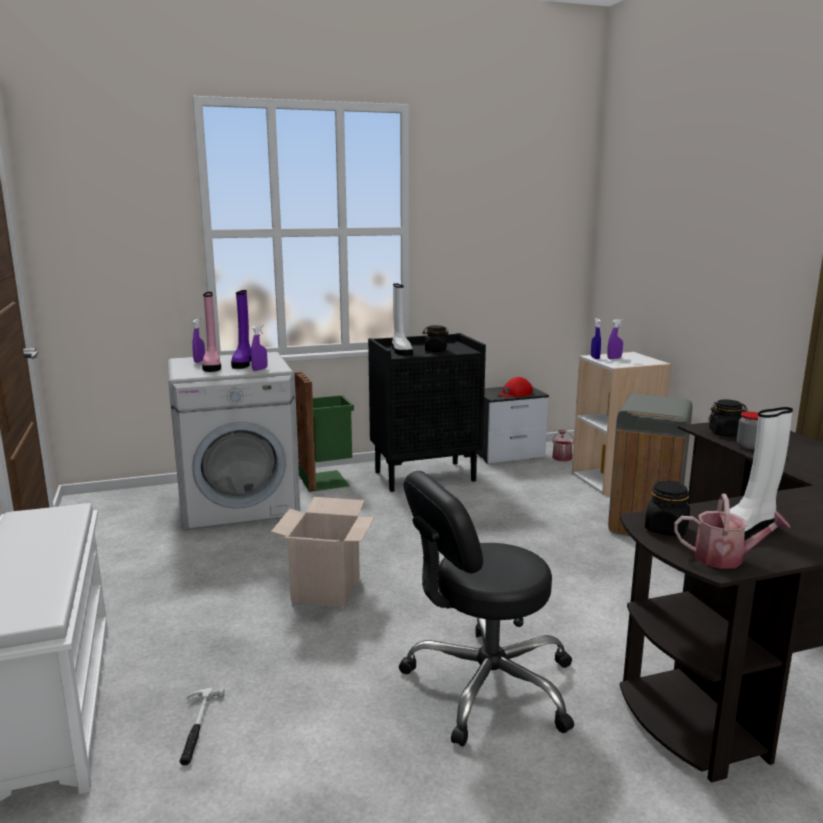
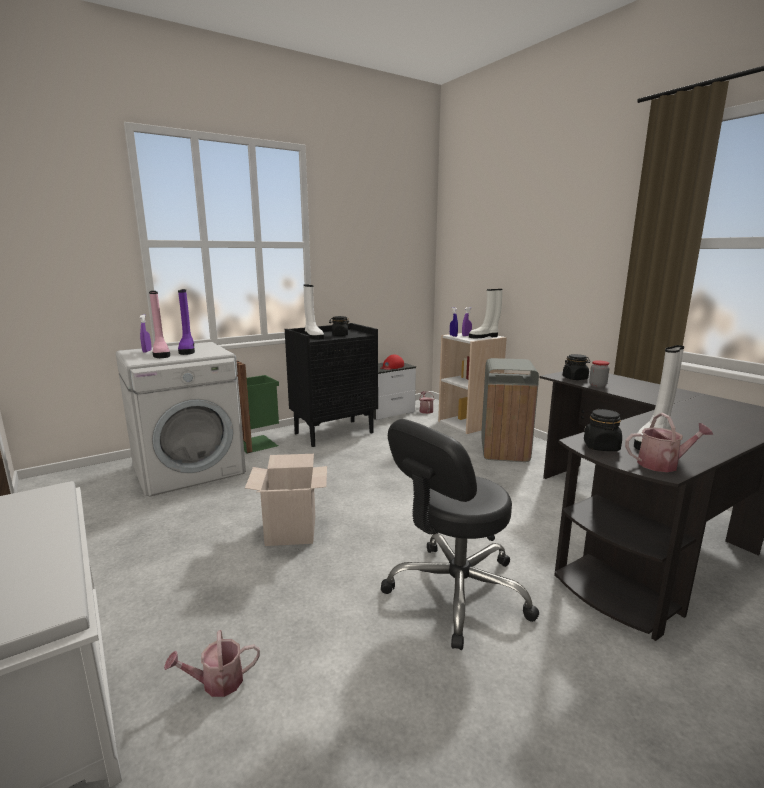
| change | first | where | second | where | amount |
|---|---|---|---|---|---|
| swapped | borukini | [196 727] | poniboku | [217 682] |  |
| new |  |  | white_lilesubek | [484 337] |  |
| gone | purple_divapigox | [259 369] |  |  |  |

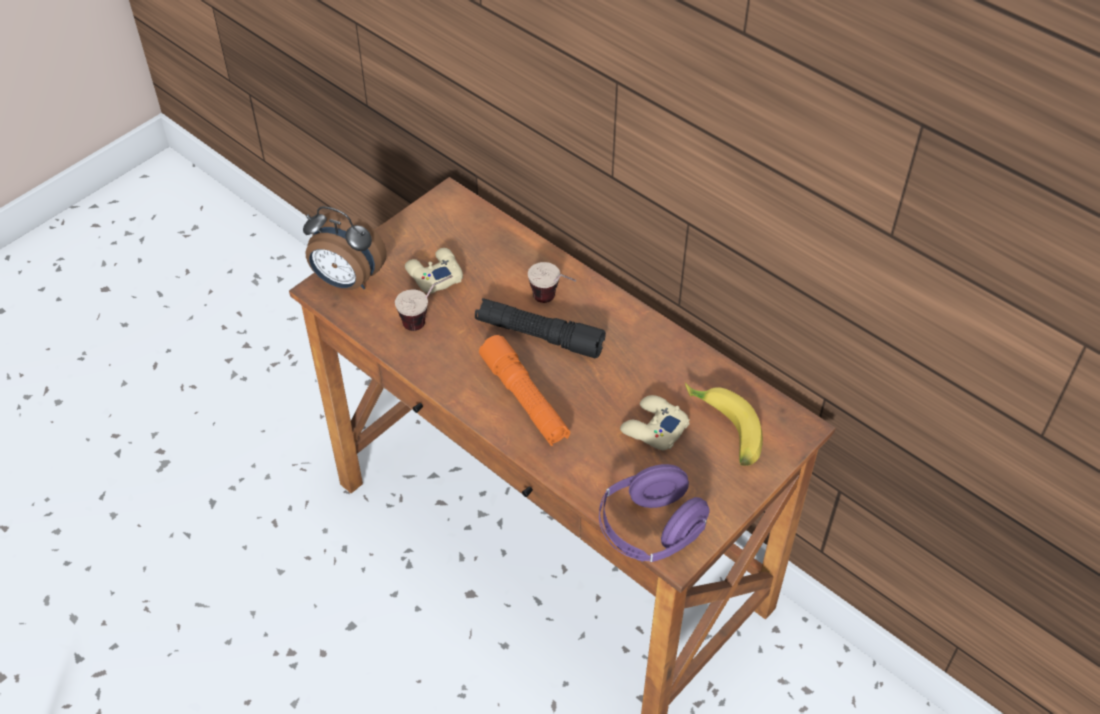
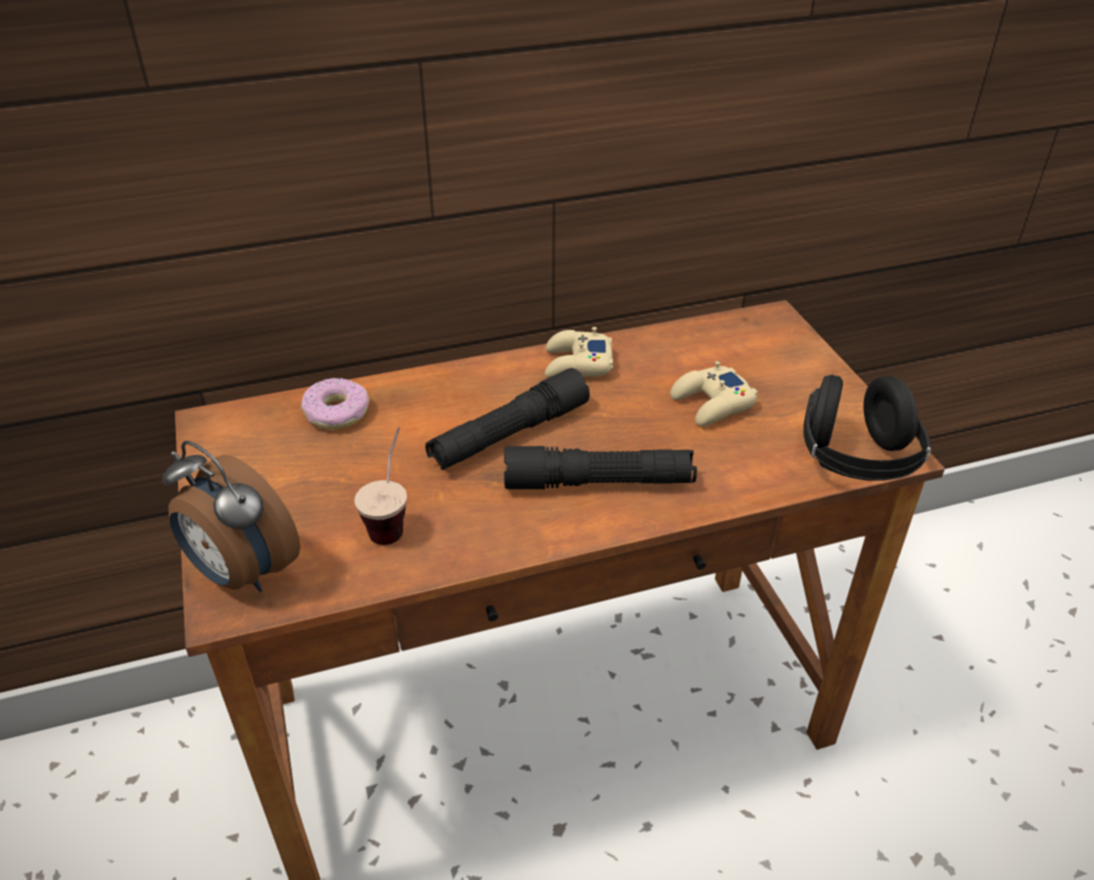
| change | first | where | second | where | amount |
|---|---|---|---|---|---|
| rotated | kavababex | [347 281] |  | [241 573] | 75 degrees clockwise |
| new |  |  | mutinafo | [337 412] |  |
| repainted | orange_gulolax | [525 400] | black_gulolax | [598 482] |  |
| shifted | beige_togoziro | [434 275] |  | [577 364] |  |
| repainted | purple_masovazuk | [650 530] | black_masovazuk | [855 459] |  |
| gone | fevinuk | [553 302] |  |  |  |
| gone | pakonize | [723 431] |  |  |  |

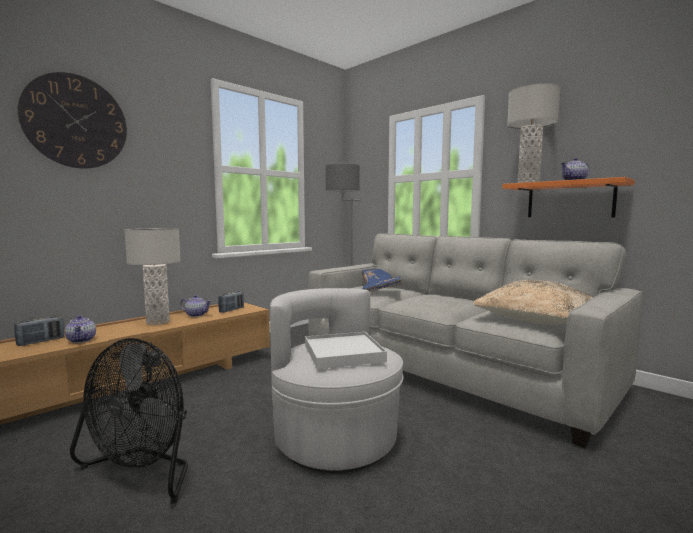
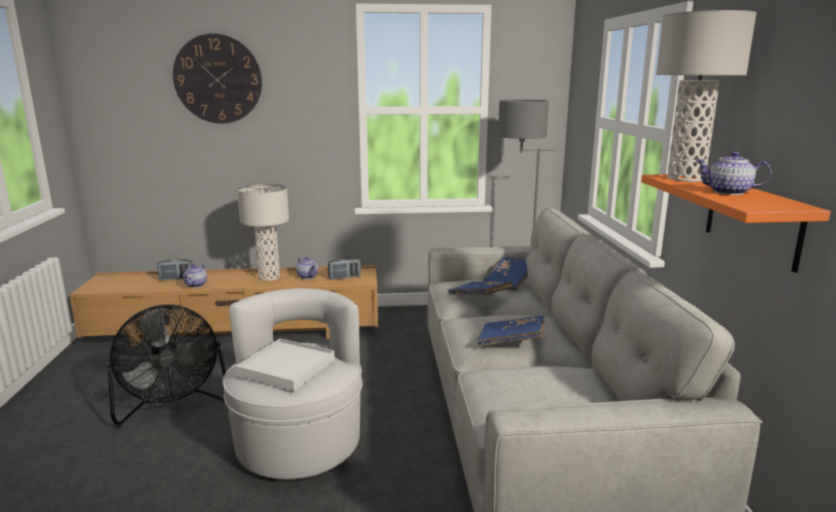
| change | first | where | second | where | amount |
|---|---|---|---|---|---|
| rotated | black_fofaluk | [145 467] |  | [168 405] | 90 degrees counterclockwise |
| new |  |  | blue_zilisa | [511 341] |  |
| gone | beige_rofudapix | [534 317] |  |  |  |

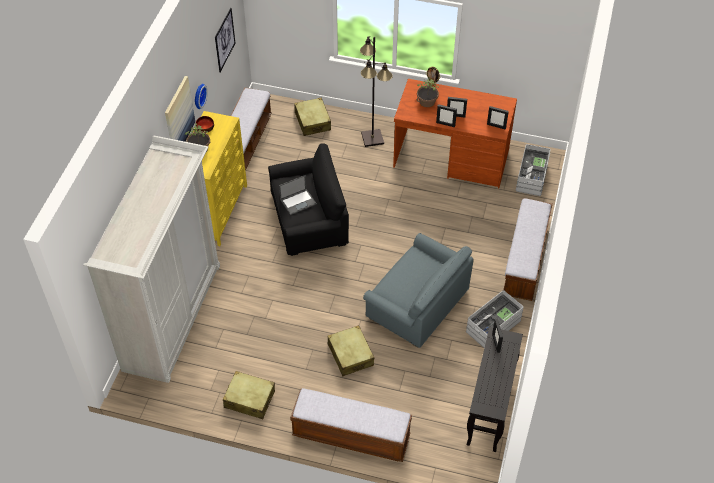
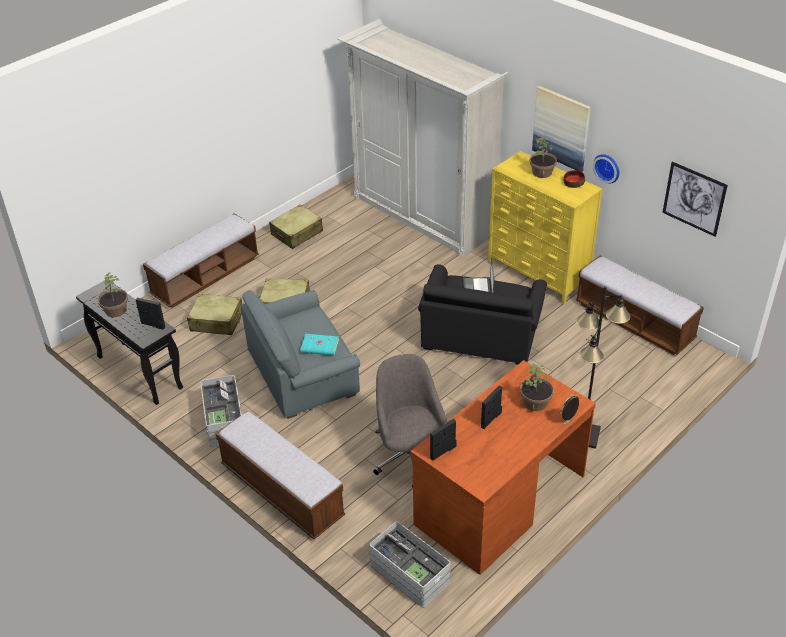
| change | first | where | second | where | amount |
|---|---|---|---|---|---|
| new |  |  | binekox | [115 310] |  |
| shifted | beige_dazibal | [312 121] |  | [217 321] |  |
| new |  |  | turquoise_zilisa | [319 347] |  |
| new |  |  | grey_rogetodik | [410 459] |  |
| gone | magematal | [445 124] |  |  |  |

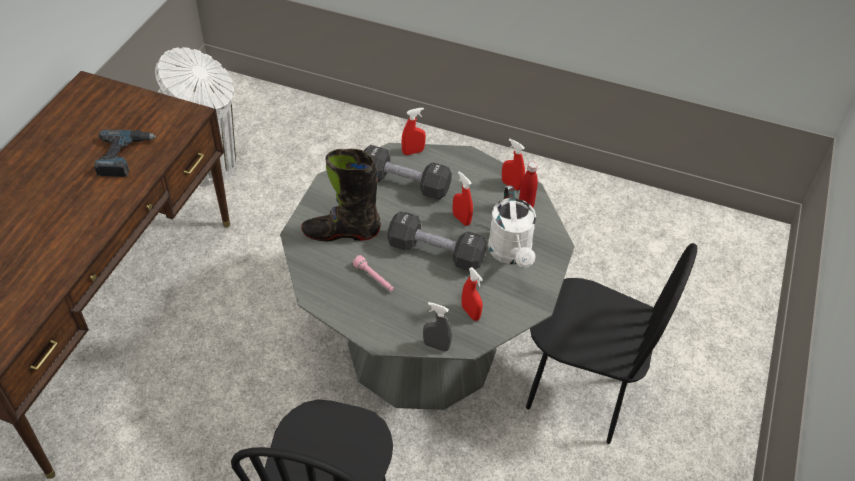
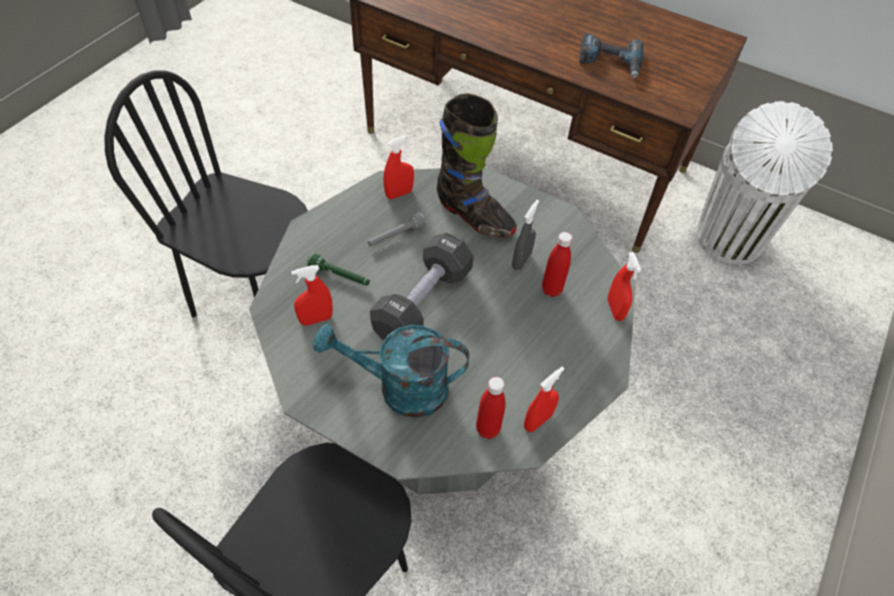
| change | first | where | second | where | amount |
|---|---|---|---|---|---|
| new |  |  | green_gulolax | [340 276] |  |
| repainted | white_poniboku | [511 254] | turquoise_poniboku | [400 388] |  |
| repainted | pink_gulolax | [374 278] | grey_gulolax | [396 236] |  |
| shifted | red_divapigox | [461 219] |  | [399 194] |  |
| rotated | black_lilesubek | [341 232] |  | [474 216] | 120 degrees clockwise |
| shifted | grey_divapigox | [436 346] |  | [521 261] |  |
| swapped | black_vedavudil | [404 184] | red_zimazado | [551 289] |  |

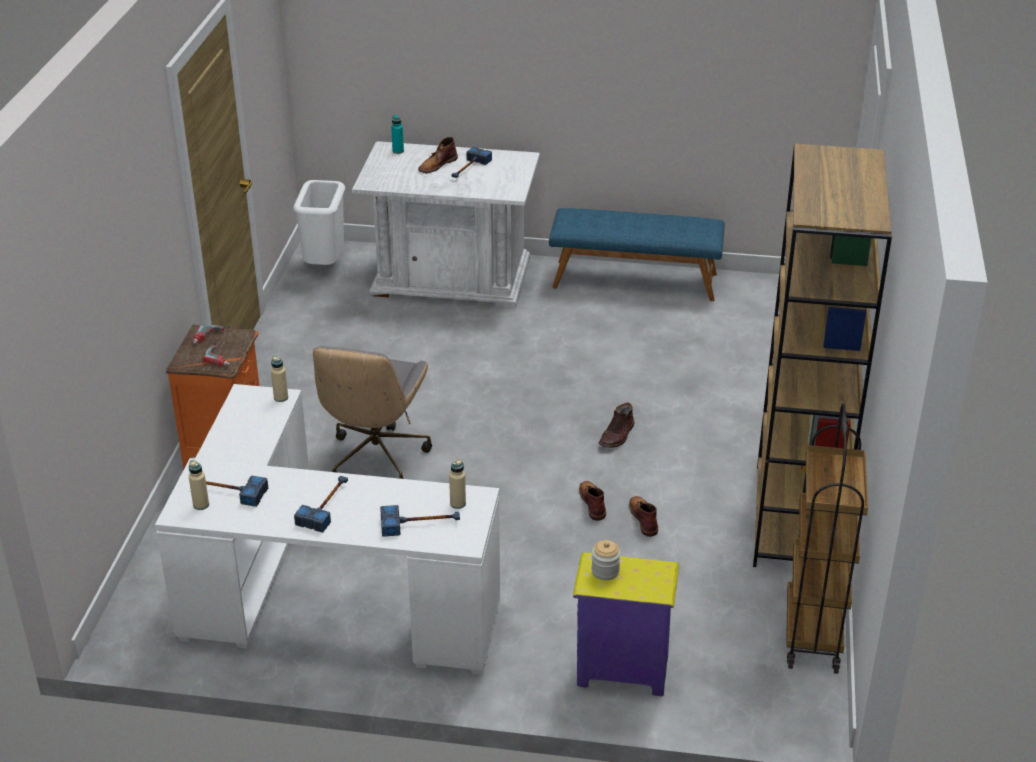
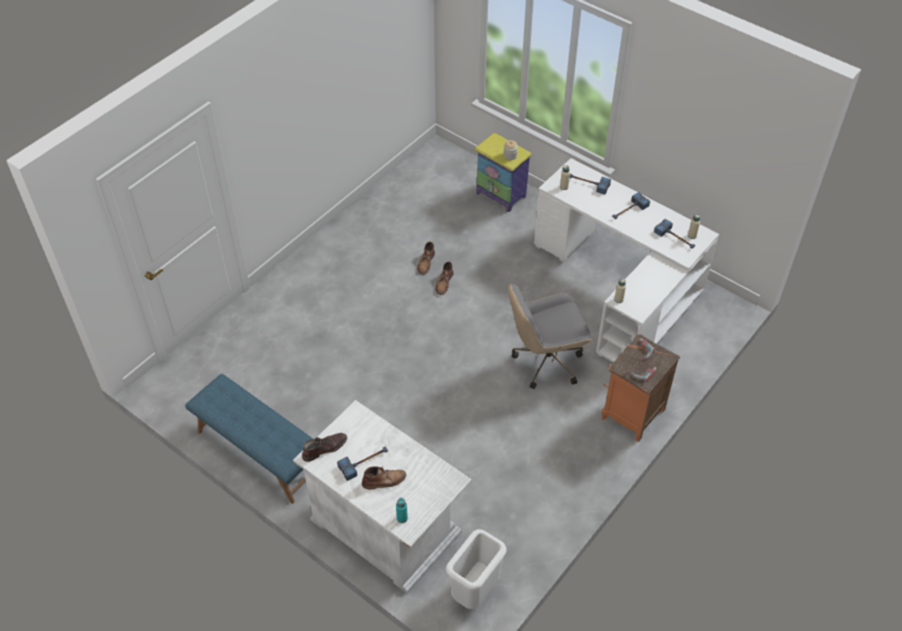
| change | first | where | second | where | amount |
|---|---|---|---|---|---|
| shifted | brown_lilesubek | [617 435] |  | [324 448] |  |
| rotated | grey_rogetodik | [375 461] |  | [545 364] | 150 degrees counterclockwise |
| gone | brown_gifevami | [796 519] |  |  |  |
| gone | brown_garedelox | [813 634] |  |  |  |

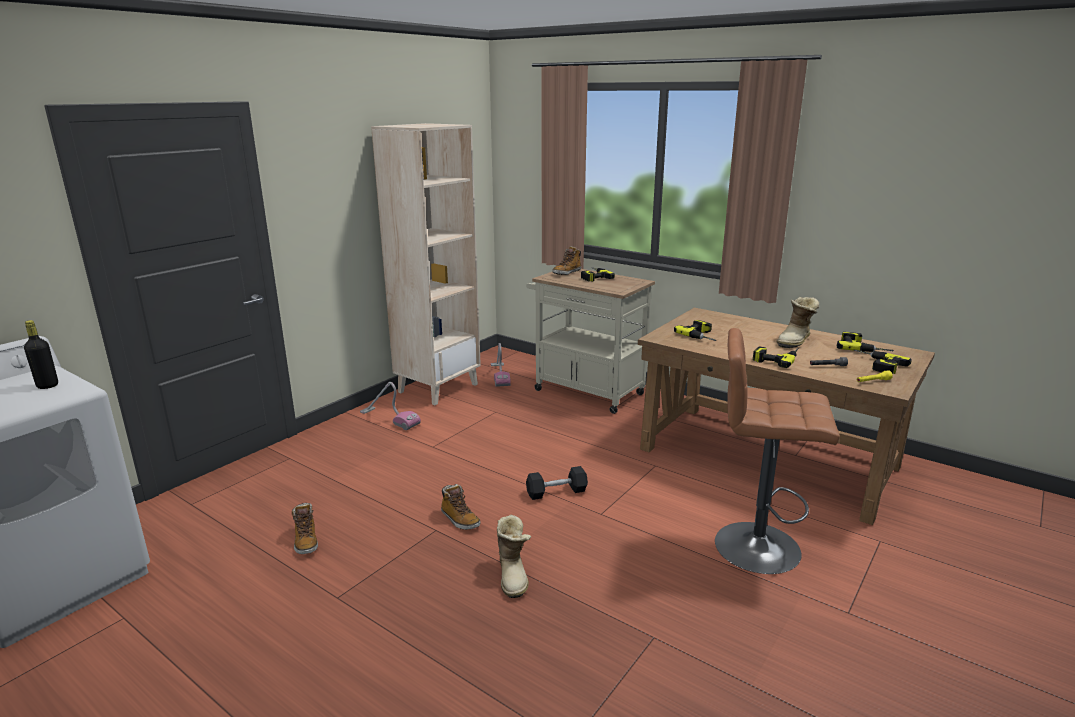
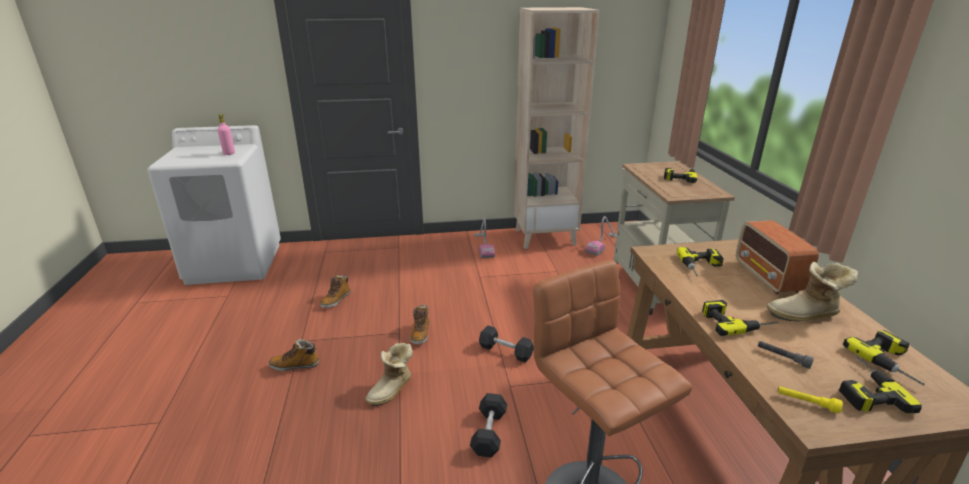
| change | first | where | second | where | amount |
|---|---|---|---|---|---|
| repainted | black_zimazado | [47 385] | pink_zimazado | [229 153] |  |
| shifted | lilesubek | [567 272] |  | [295 365] |  |
| new |  |  | black_vedavudil | [489 433] |  |
| new |  |  | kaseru | [768 277] |  |

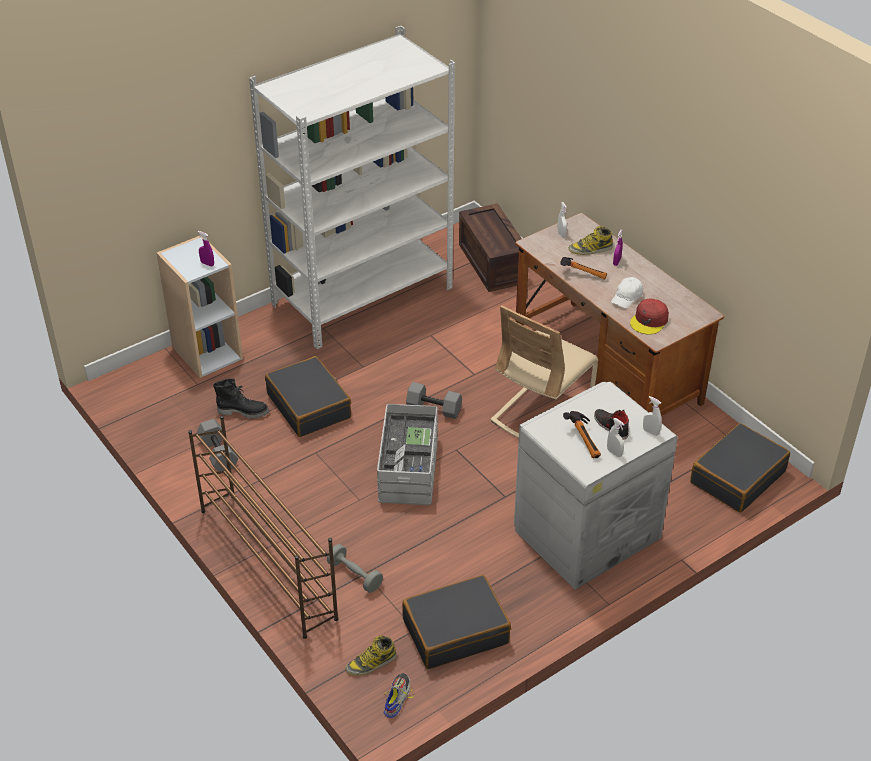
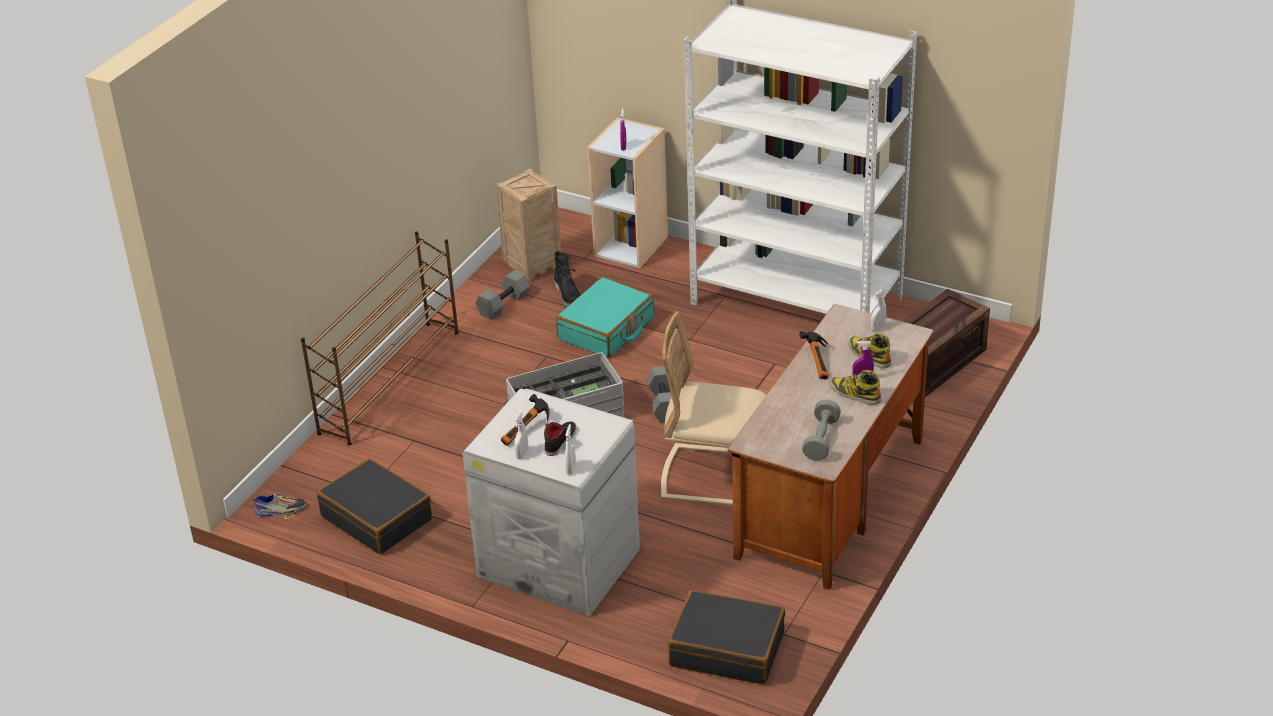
| change | first | where | second | where | amount |
|---|---|---|---|---|---|
| new |  |  | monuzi | [532 266] |  |
| repainted | black_dazibal | [309 406] | turquoise_dazibal | [606 329] |  |
| shifted | grey_vedavudil | [355 575] |  | [821 440] |  |
| shifted | lilesubek | [371 663] |  | [854 394] |  |
| gone | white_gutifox | [627 297] |  |  |  |
| gone | red_gutifox | [649 321] |  |  |  |

